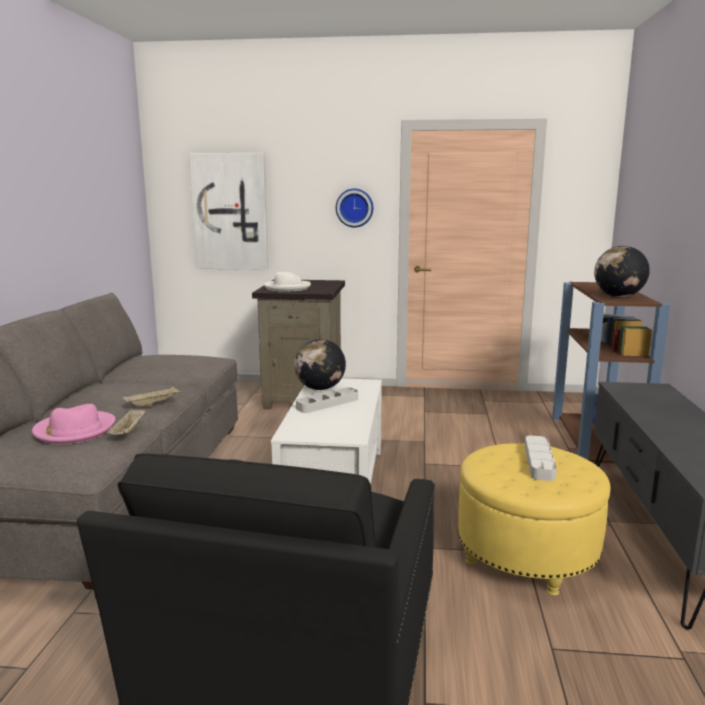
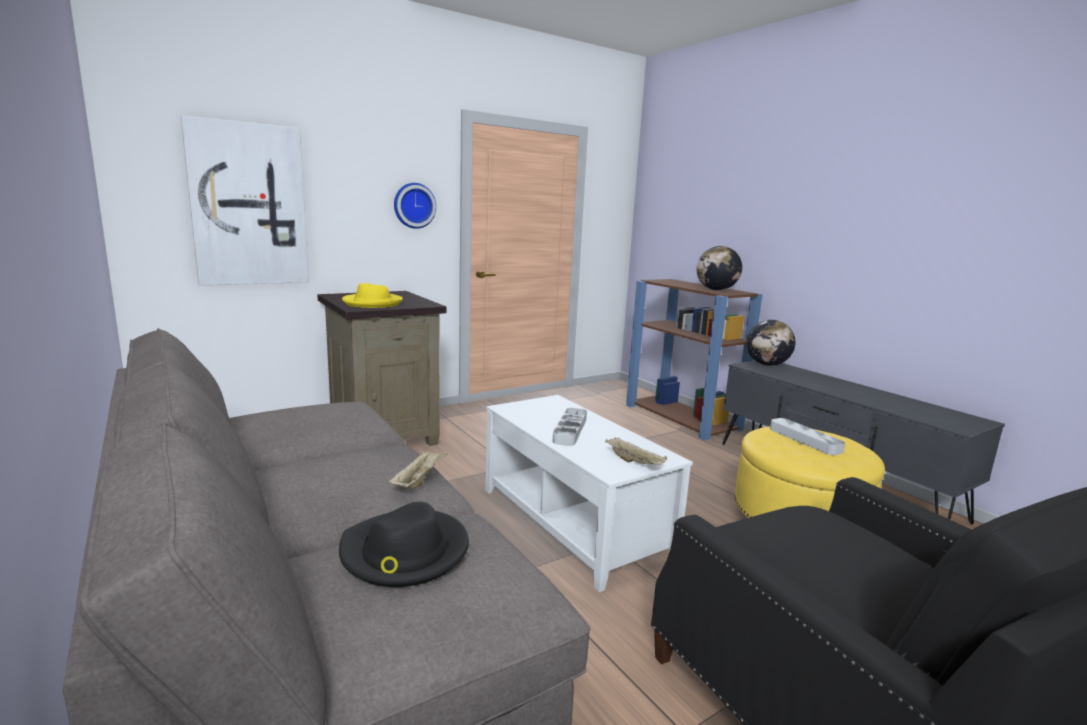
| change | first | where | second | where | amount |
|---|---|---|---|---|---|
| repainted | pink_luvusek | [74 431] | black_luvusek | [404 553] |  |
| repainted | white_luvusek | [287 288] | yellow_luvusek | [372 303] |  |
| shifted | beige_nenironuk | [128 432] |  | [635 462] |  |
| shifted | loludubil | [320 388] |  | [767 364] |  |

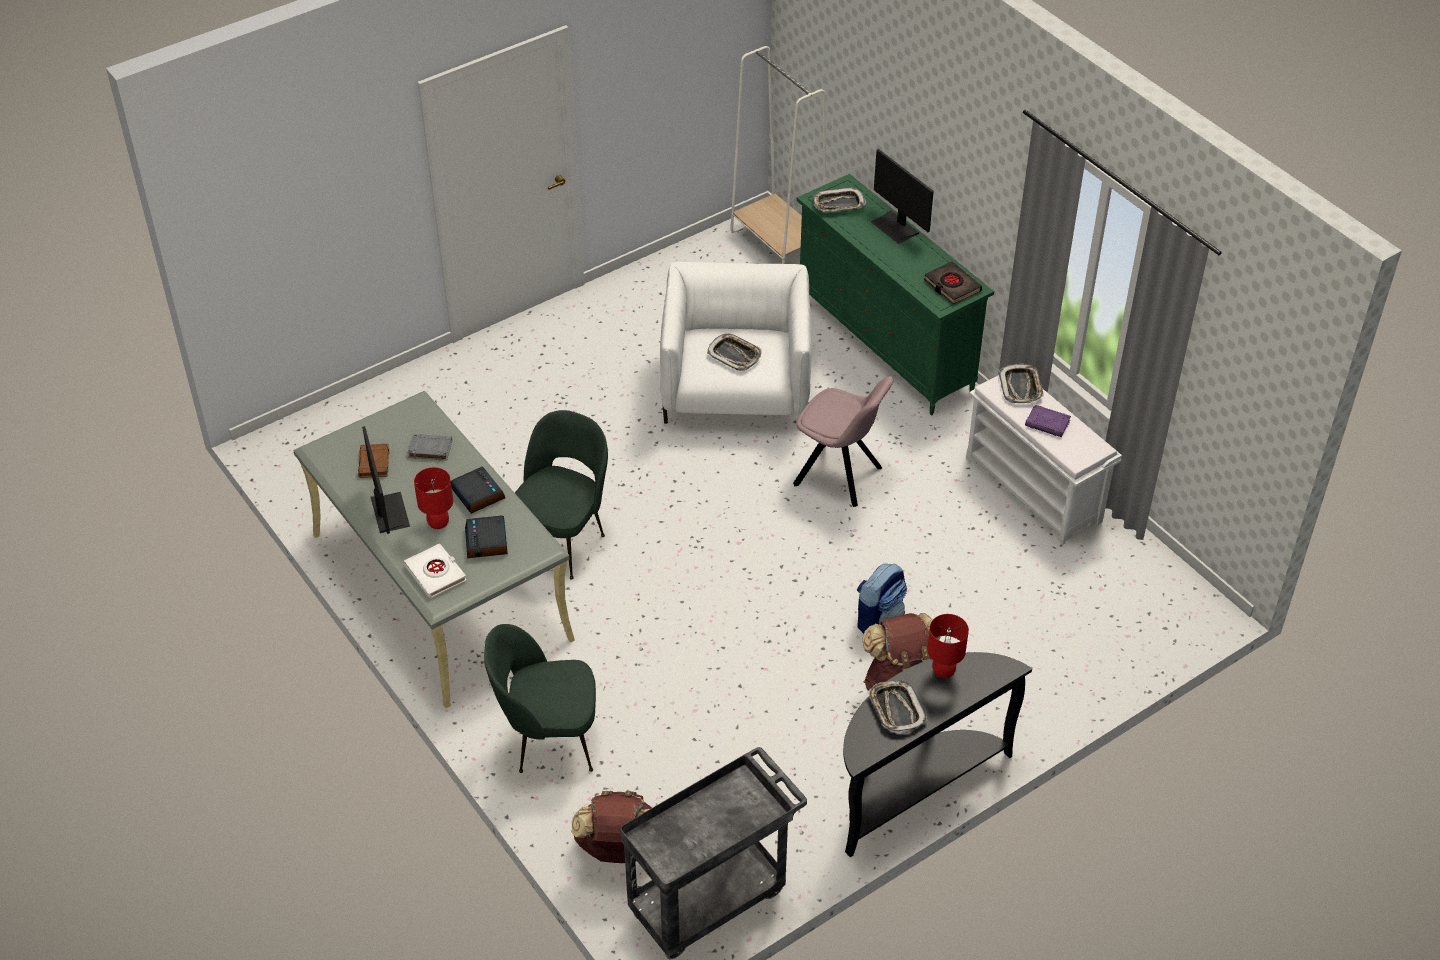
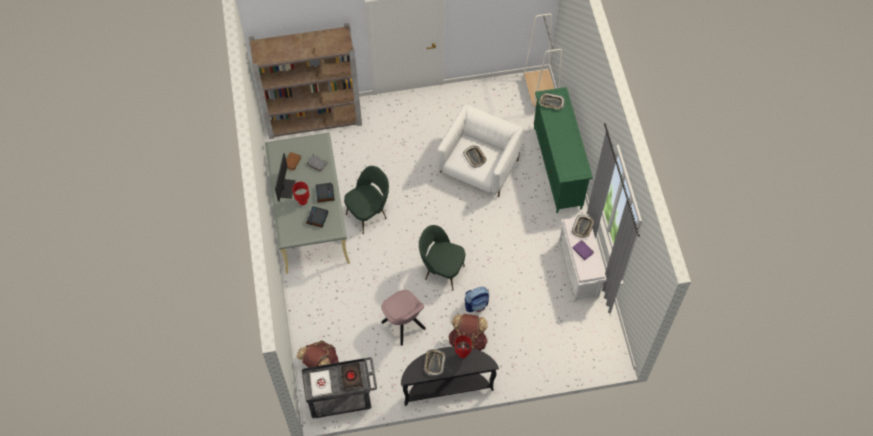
| change | first | where | second | where | amount |
|---|---|---|---|---|---|
| new |  |  | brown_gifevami | [314 119] |  |
| shifted | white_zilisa | [436 574] |  | [321 384] |  |
| shifted | black_zilisa | [952 286] |  | [351 377] |  |
| shifted | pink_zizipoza | [838 476] |  | [404 325] |  |
| shifted | green_zizipoza | [548 743] |  | [441 271] |  |
| gone | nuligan | [895 227] |  |  |  |

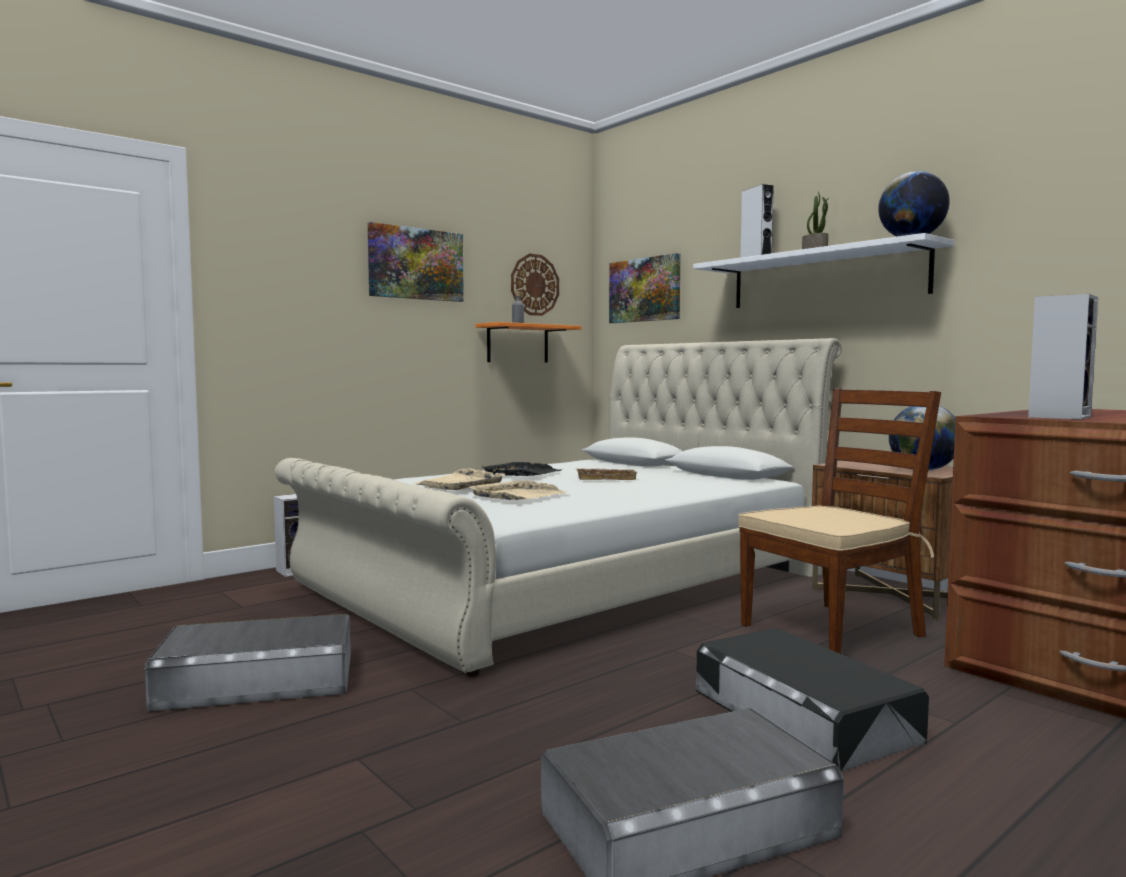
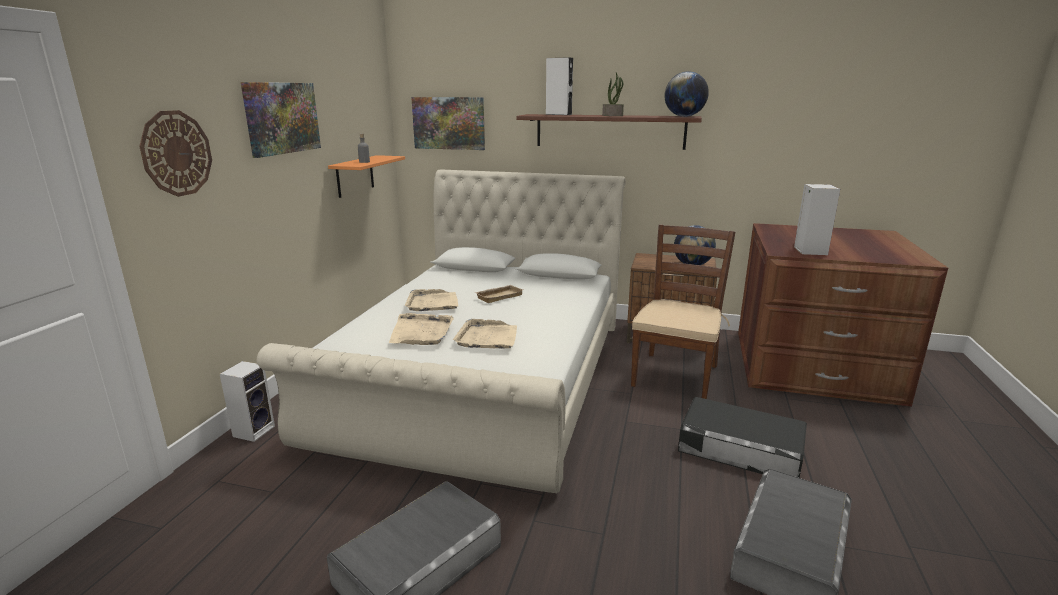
| change | first | where | second | where | amount |
|---|---|---|---|---|---|
| shifted | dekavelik | [534 285] |  | [176 153] |  |
| repainted | black_nenironuk | [522 473] | beige_nenironuk | [433 303] |  |
| repainted | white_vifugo | [825 278] | brown_vifugo | [609 131] |  |

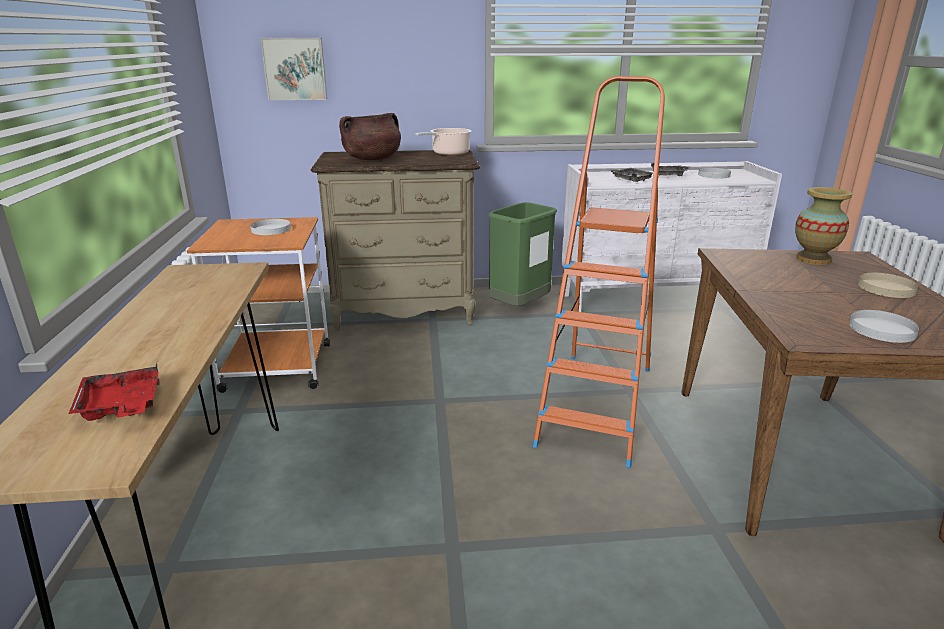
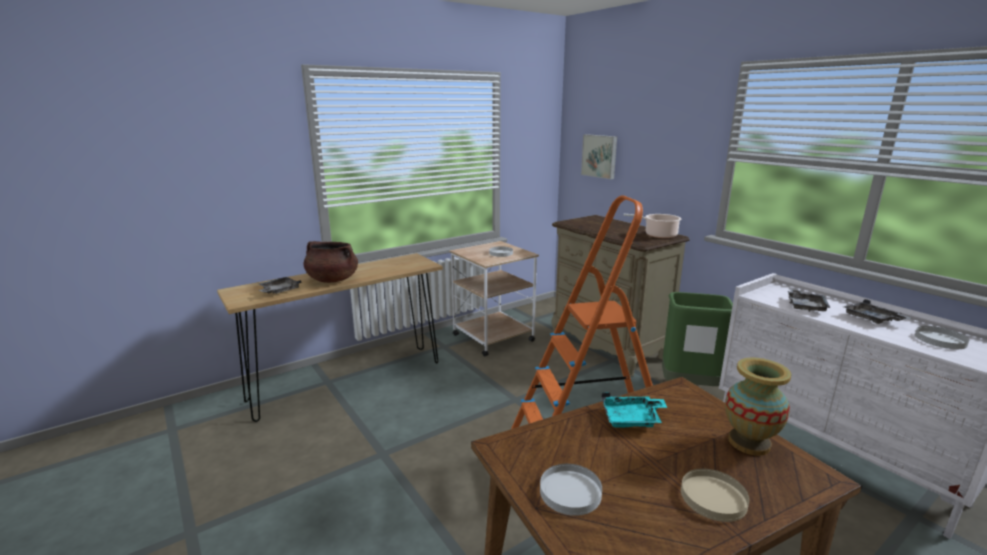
| change | first | where | second | where | amount |
|---|---|---|---|---|---|
| repainted | red_nenironuk | [121 406] | grey_nenironuk | [279 291] |  |
| shifted | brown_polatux | [372 159] |  | [332 280] |  |
| repainted | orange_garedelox | [277 366] | beige_garedelox | [494 337] |  |
| new |  |  | turquoise_nenironuk | [632 419] |  |

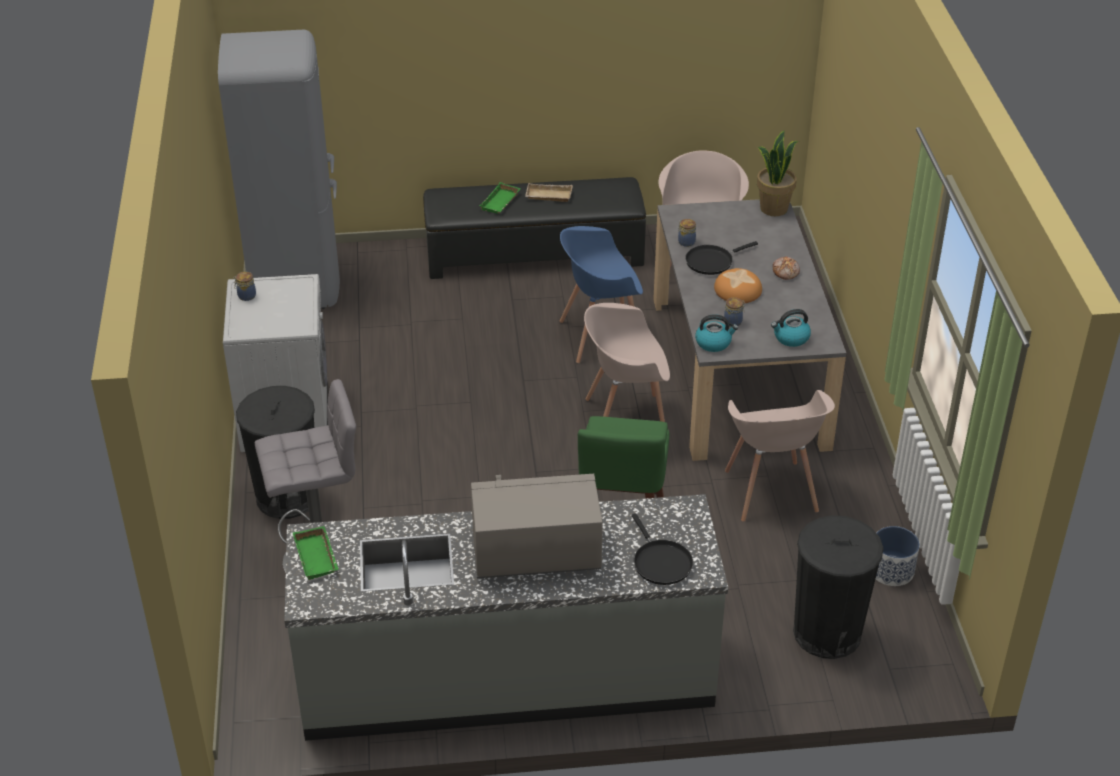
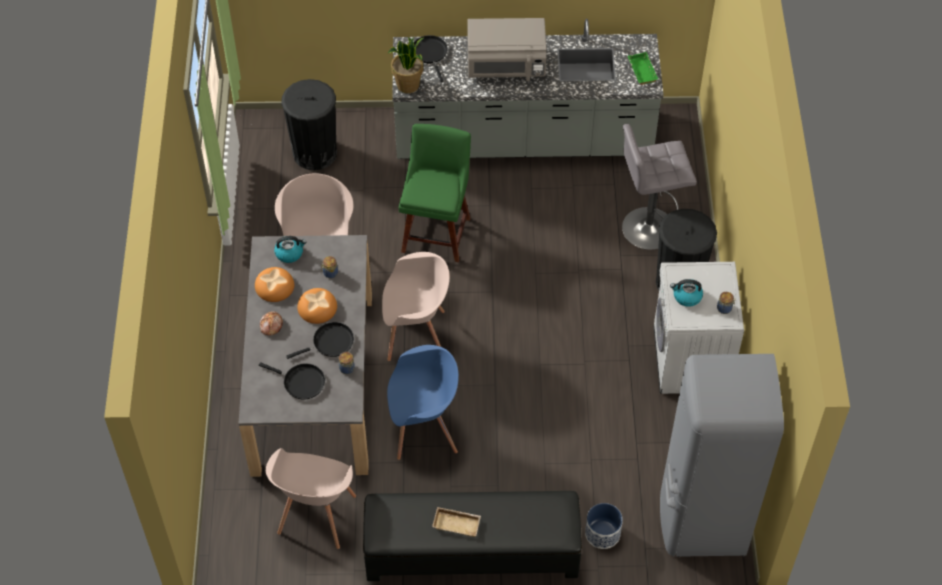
| change | first | where | second | where | amount |
|---|---|---|---|---|---|
| new |  |  | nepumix | [275 286] |  |
| new |  |  | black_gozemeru | [301 382] |  |
| shifted | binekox | [773 208] |  | [408 85] |  |
| shifted | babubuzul | [891 570] |  | [602 534] |  |
| shifted | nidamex | [714 343] |  | [686 297] |  |
| gone | green_nenironuk | [501 202] |  |  |  |

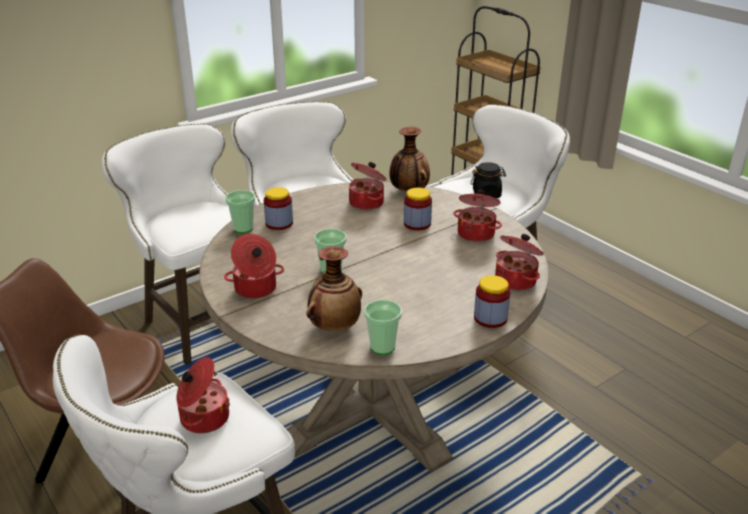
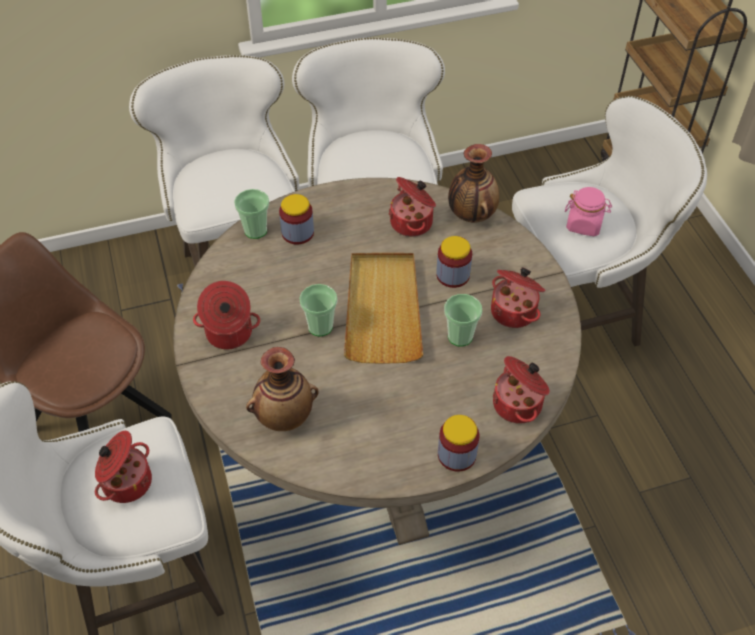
| change | first | where | second | where | amount |
|---|---|---|---|---|---|
| new |  |  | beige_nenironuk | [383 309] |  |
| shifted | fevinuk | [382 347] |  | [460 336] |  |
| repainted | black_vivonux | [486 194] | pink_vivonux | [584 224] |  |

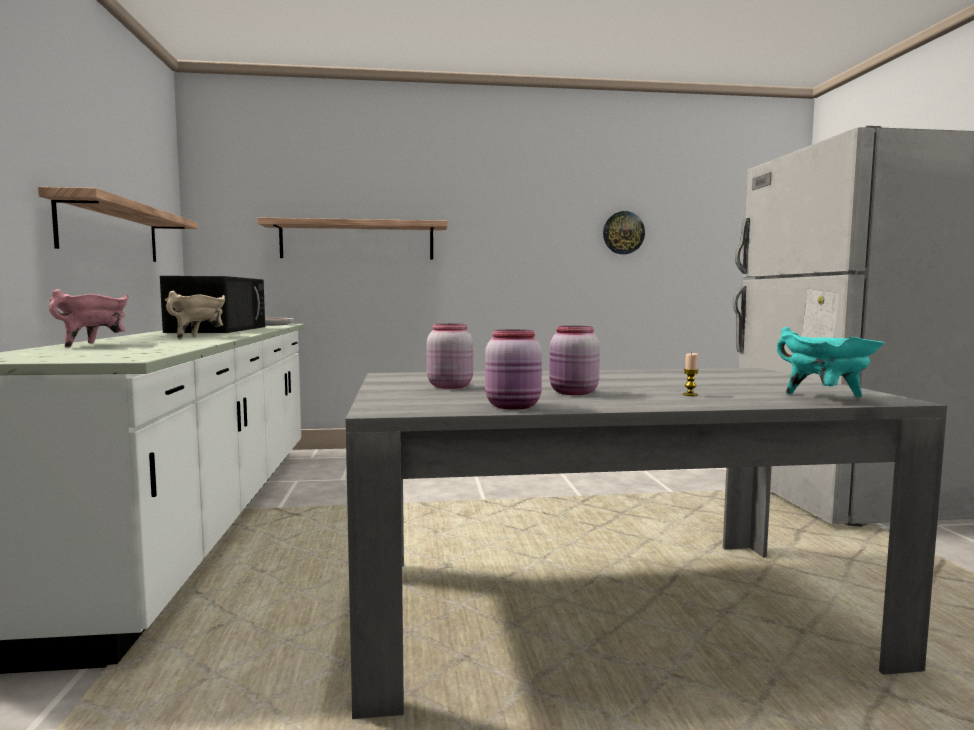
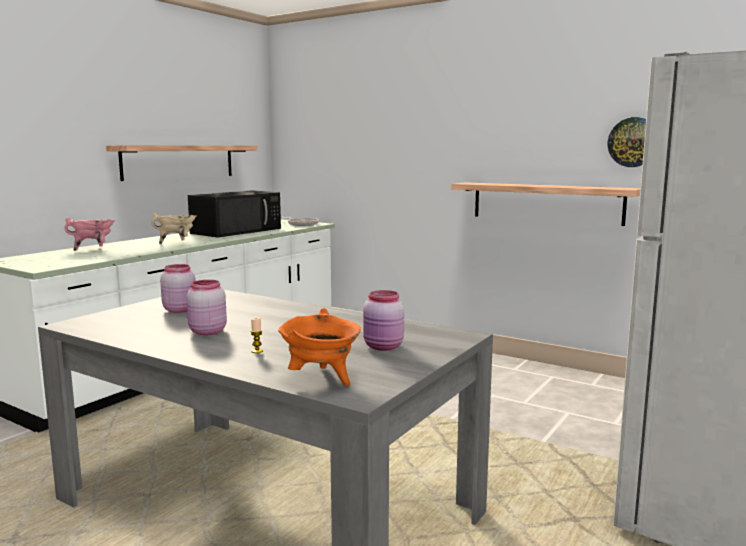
| change | first | where | second | where | amount |
|---|---|---|---|---|---|
| repainted | turquoise_polatux | [826 398] | orange_polatux | [322 379] |  |
| shifted | pink_vivonux | [514 406] |  | [383 347] |  |
| shifted | vifugo | [357 241] |  | [546 203] |  |

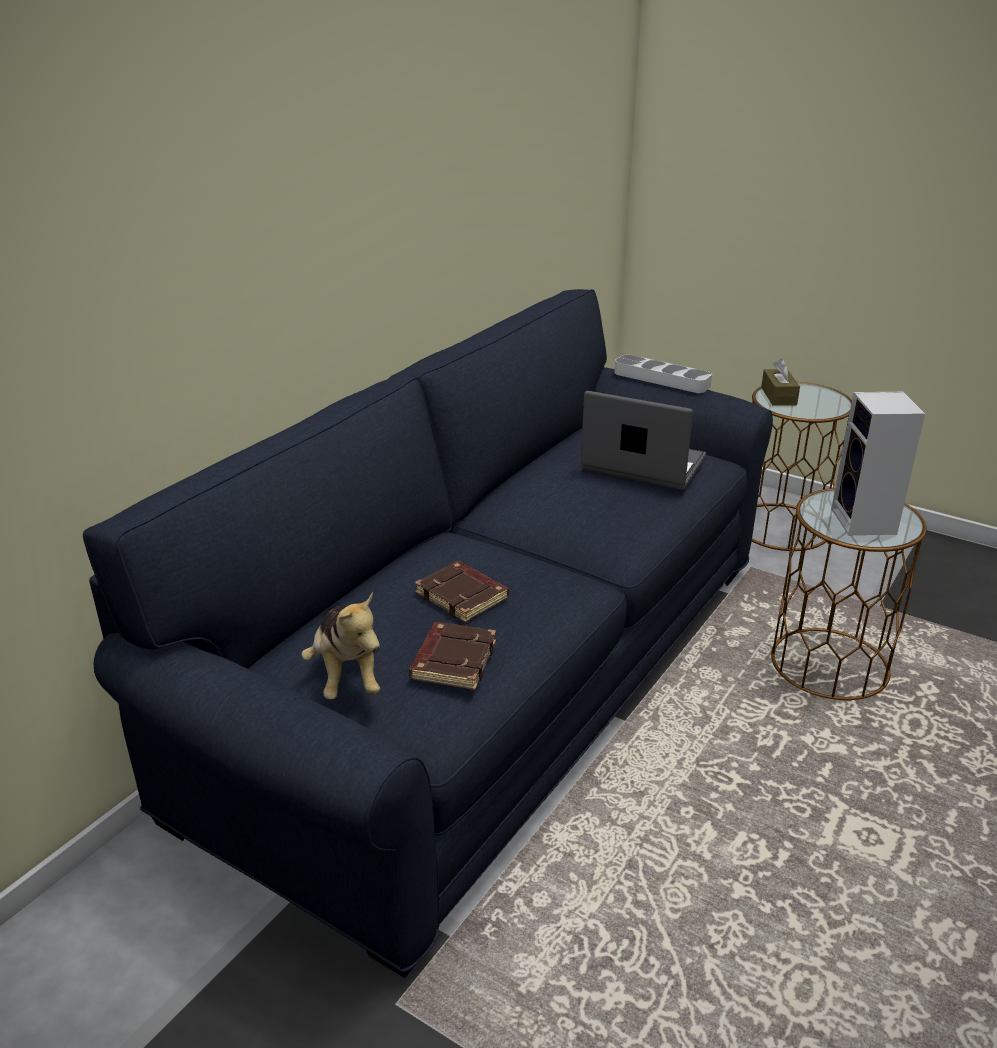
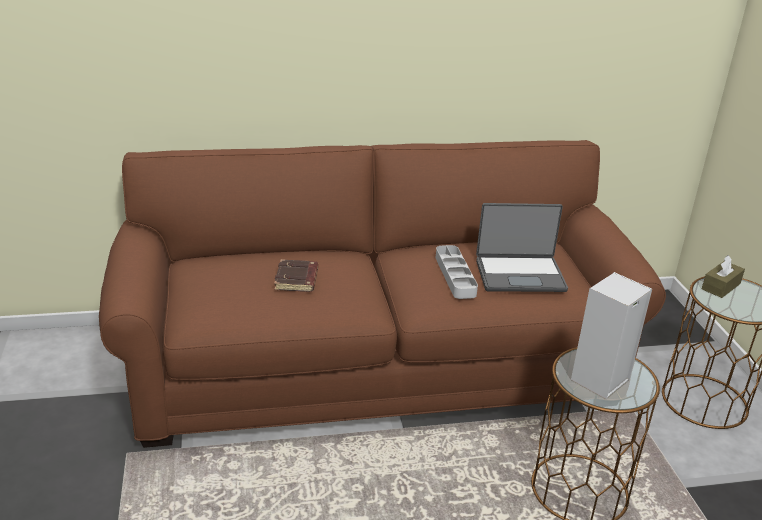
| change | first | where | second | where | amount |
|---|---|---|---|---|---|
| repainted | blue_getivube | [498 678] | brown_getivube | [375 366] |  |
| shifted | grey_nenironuk | [661 379] |  | [455 275] |  |
| rotated | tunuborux | [642 466] |  | [520 274] | 105 degrees clockwise |
| gone | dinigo | [346 676] |  |  |  |
| gone | brown_zilisa | [453 660] |  |  |  |

